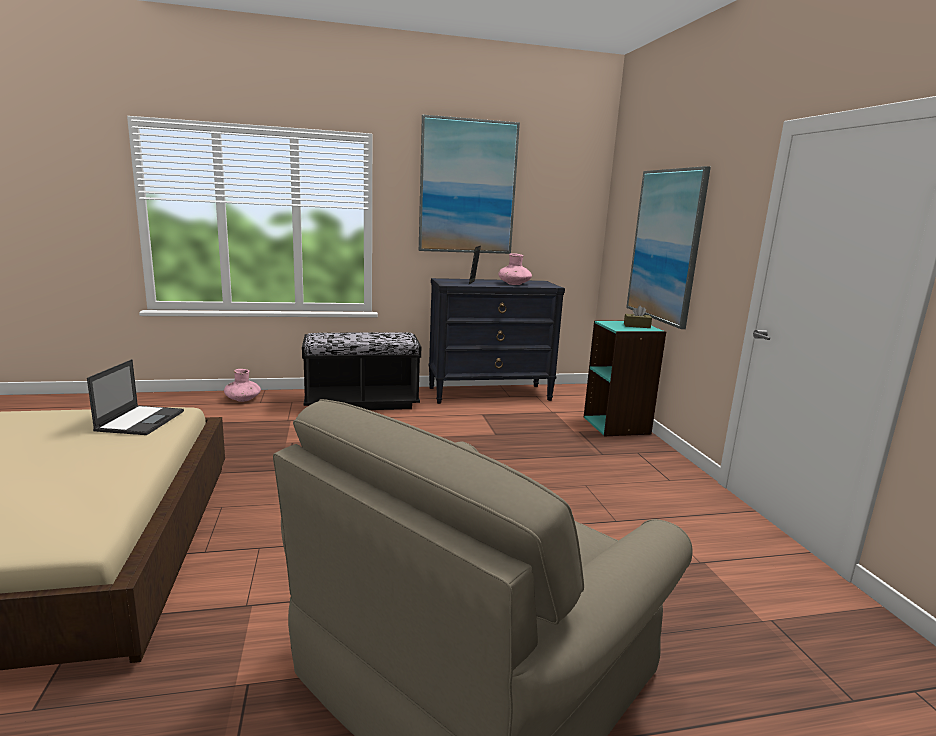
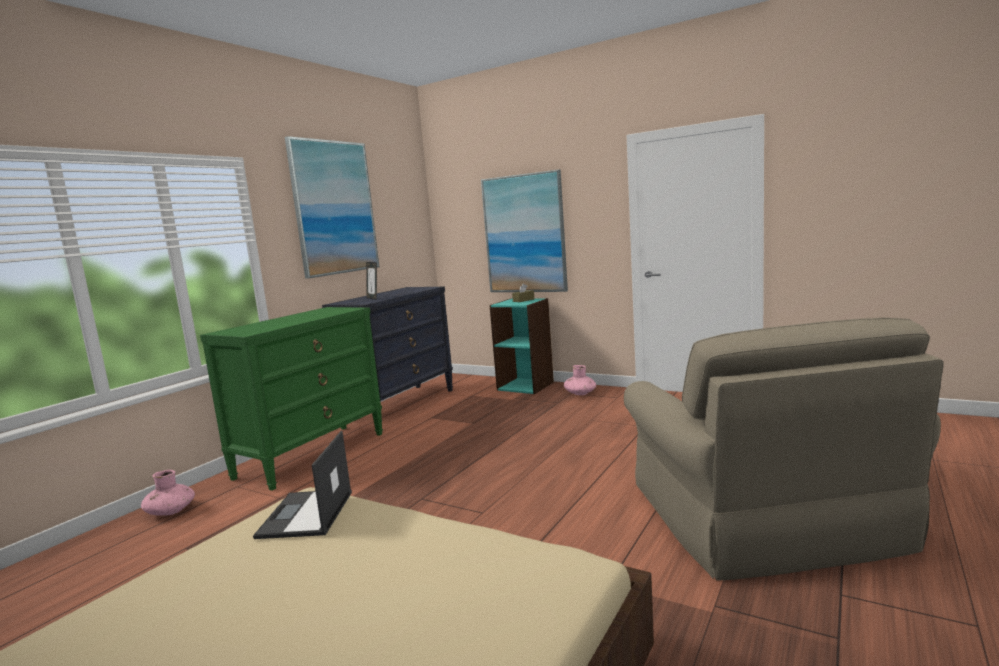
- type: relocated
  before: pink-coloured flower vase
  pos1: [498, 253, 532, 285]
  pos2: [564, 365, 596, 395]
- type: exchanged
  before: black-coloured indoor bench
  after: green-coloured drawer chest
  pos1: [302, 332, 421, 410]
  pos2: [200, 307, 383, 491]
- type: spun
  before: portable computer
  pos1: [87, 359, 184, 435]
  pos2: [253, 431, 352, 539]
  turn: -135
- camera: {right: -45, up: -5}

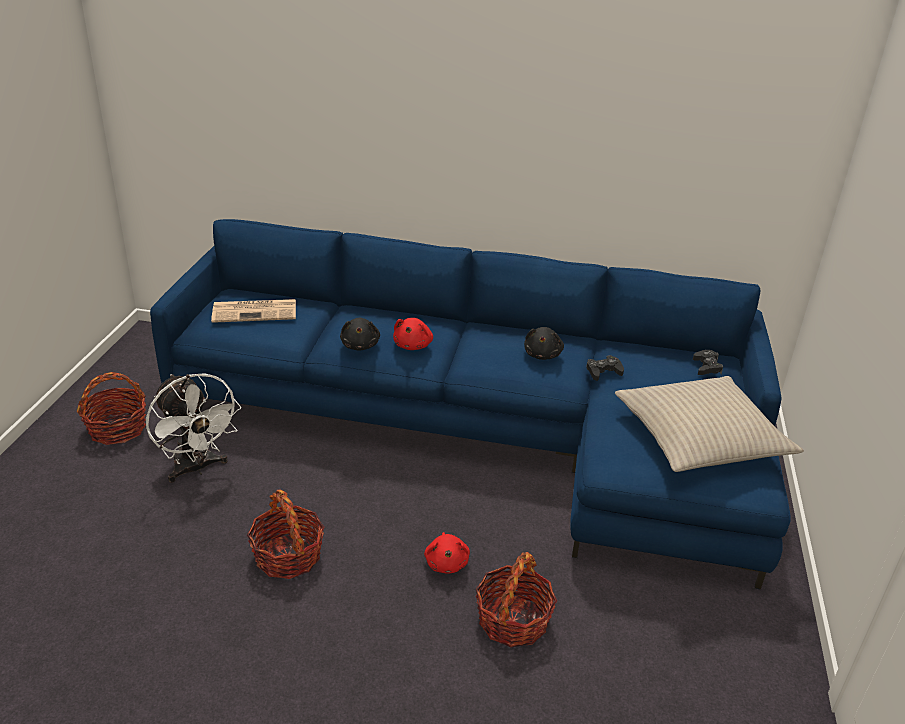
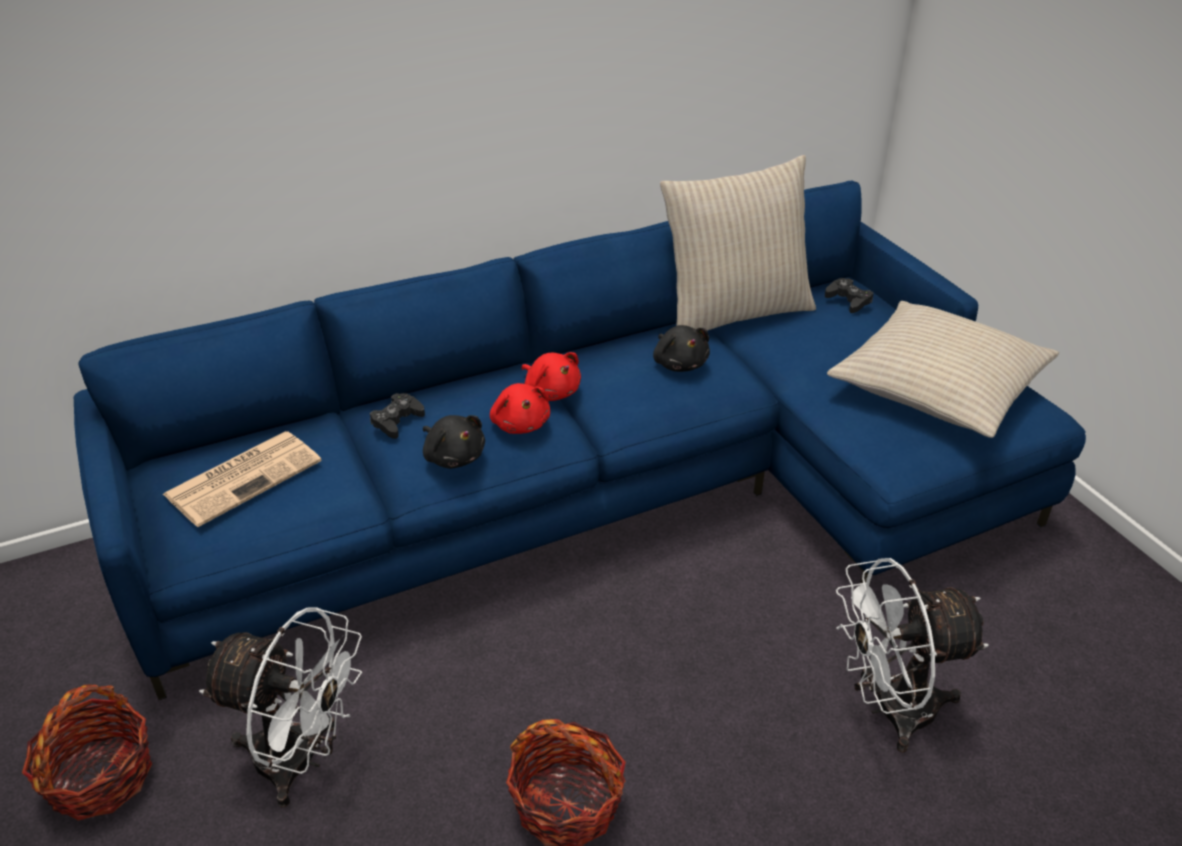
- type: relocated
  before: black-coloured joypad
  pos1: [586, 355, 624, 381]
  pos2: [370, 393, 425, 439]
- type: relocated
  before: reddish soft toy
  pos1: [424, 532, 470, 573]
  pos2: [521, 352, 581, 401]
- type: exchanged
  before: household basket
  after: white electric fan
  pos1: [475, 552, 557, 647]
  pos2: [836, 558, 989, 753]
- type: appeared
  after: beige cushion
  pos2: [660, 155, 816, 331]
- camera: {right: -35, up: 5}

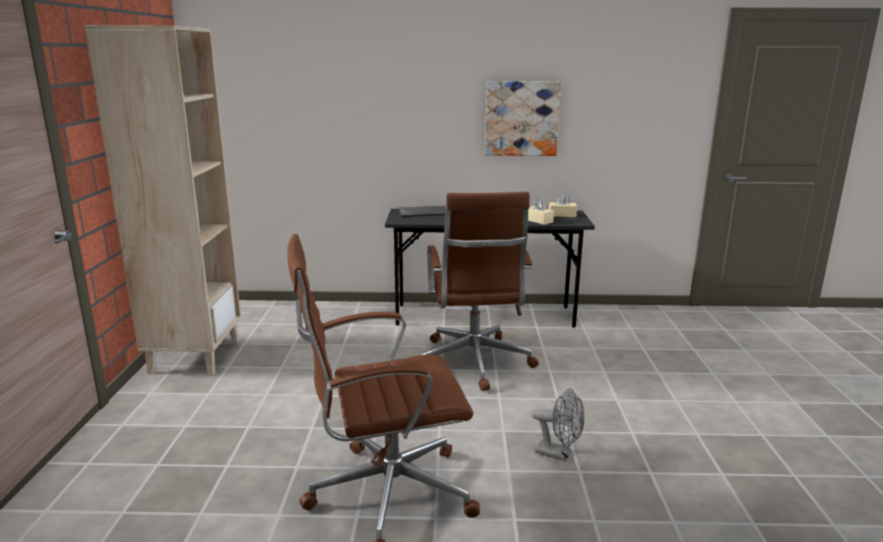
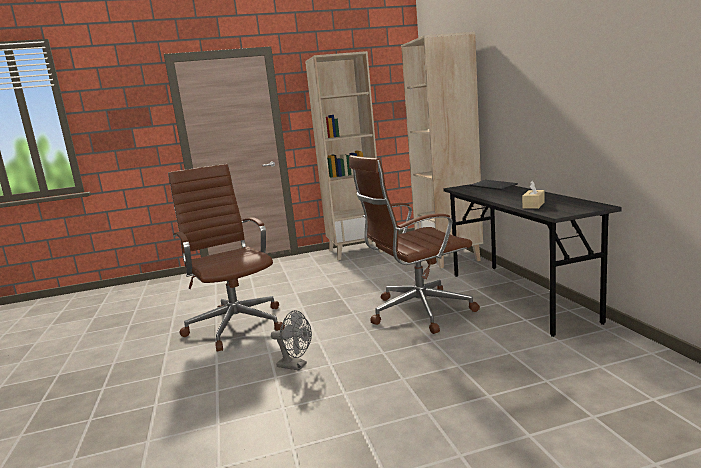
- type: missing
  before: picture
  pos1: [485, 81, 561, 156]
- type: missing
  before: beige box of tissues
  pos1: [549, 194, 577, 217]
- type: spun
  before: gray electric fan
  pos1: [532, 388, 585, 462]
  pos2: [271, 310, 312, 371]
  turn: -75
- type: appeared
  after: beige shelving unit
  pos2: [401, 32, 483, 268]
- camera: {right: 75, up: -5}

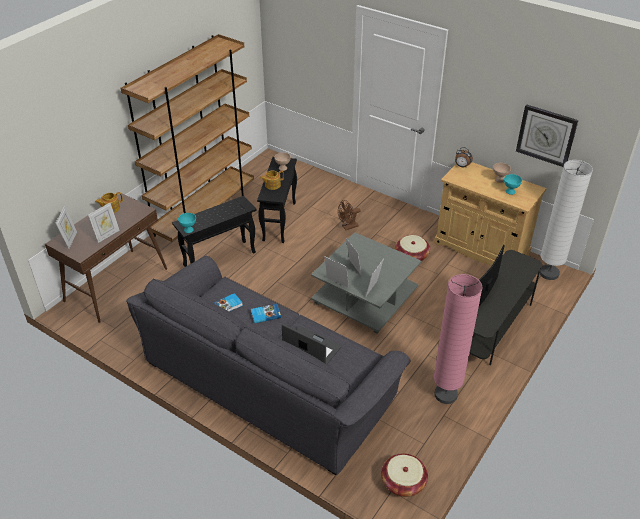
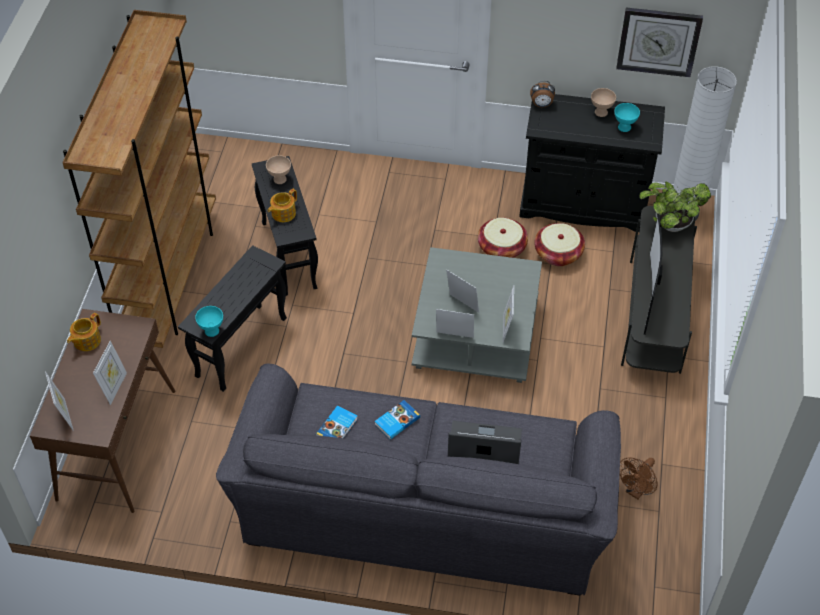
- type: colour
  before: beige cabinet
  after: black-coloured cabinet
  pos1: [434, 162, 547, 265]
  pos2: [520, 94, 665, 232]
- type: relocated
  before: brown electric fan
  pos1: [338, 200, 360, 230]
  pos2: [620, 457, 658, 499]
- type: missing
  before: pink-coloured standard lamp
  pos1: [433, 274, 483, 404]
- type: relocated
  before: household basket
  pos1: [381, 453, 428, 497]
  pos2: [534, 223, 585, 266]
- type: appeared
  after: plant in a pot
  pos2: [640, 182, 711, 232]
- camera: {right: -25, up: 10}

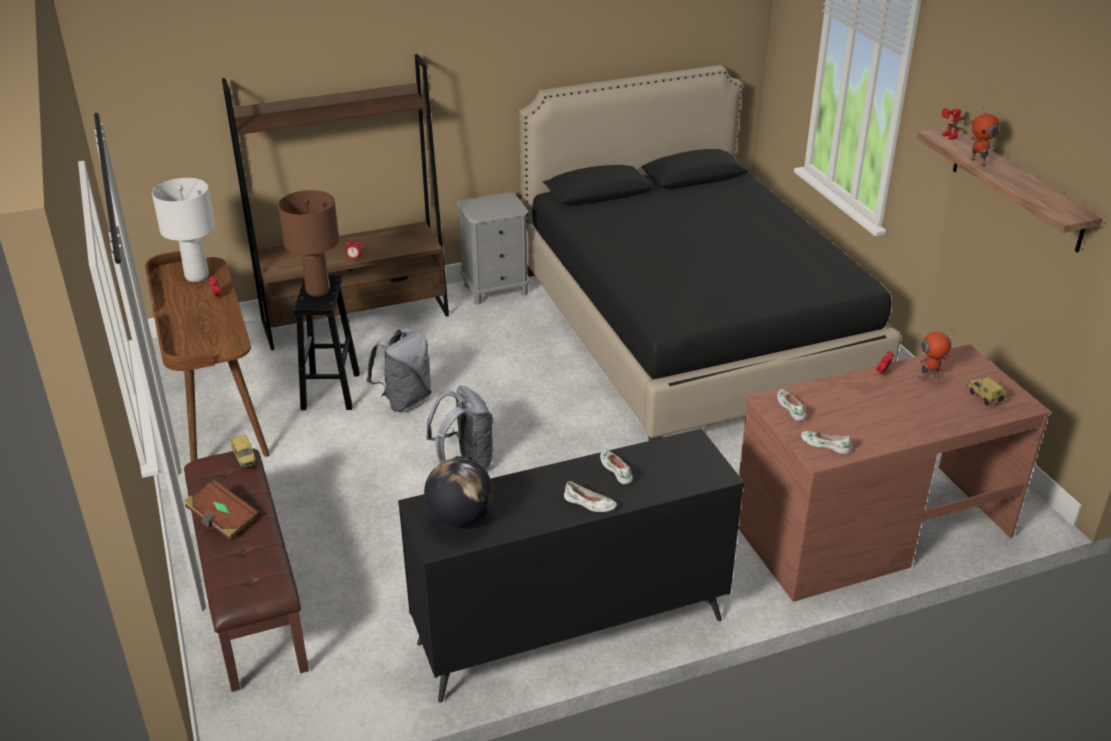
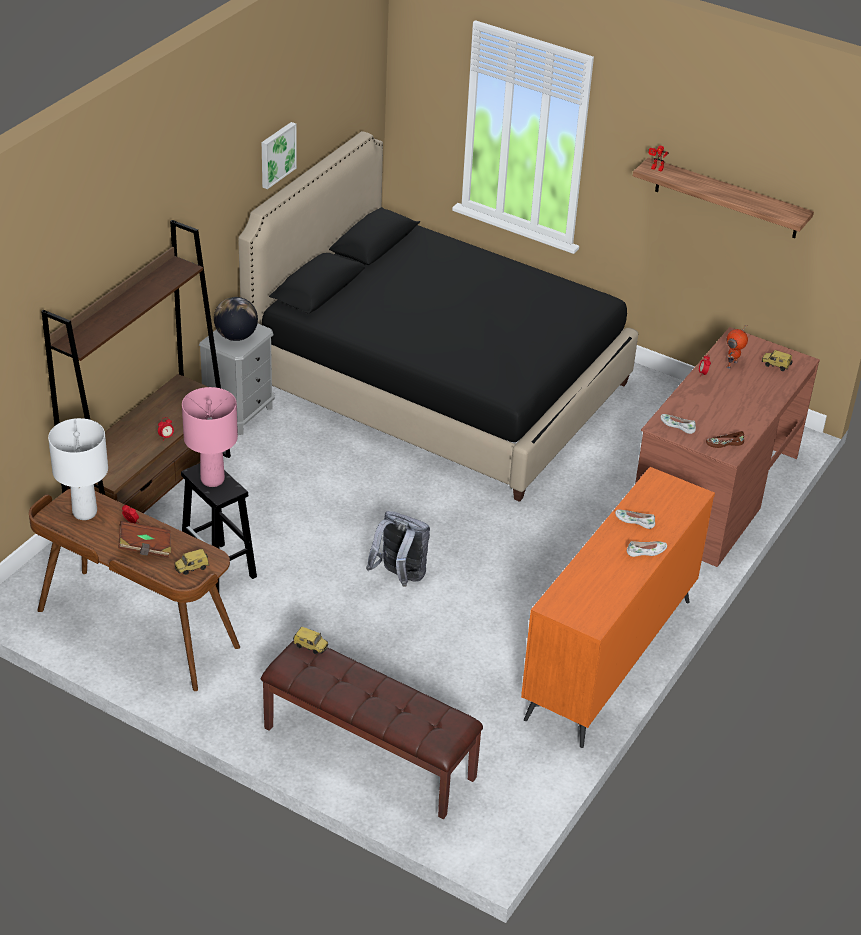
- type: missing
  before: robot figure
  pos1: [969, 105, 1000, 167]
- type: colour
  before: brown tabletop lamp
  after: pink-coloured tabletop lamp
  pos1: [278, 190, 339, 297]
  pos2: [182, 387, 238, 487]
- type: missing
  before: gray backpack
  pos1: [366, 328, 432, 412]
- type: colour
  before: black-coloured drawer chest
  after: orange drawer chest
  pos1: [398, 429, 744, 703]
  pos2: [521, 467, 715, 748]
- type: colour
  before: white shoe
  after: brown shoe
  pos1: [801, 431, 851, 454]
  pos2: [706, 431, 744, 448]
- type: relocated
  before: globe
  pos1: [424, 458, 493, 527]
  pos2: [214, 297, 258, 341]
- type: relocated
  before: brown book
  pos1: [185, 479, 260, 540]
  pos2: [119, 521, 171, 558]
- type: appeared
  after: picture
  pos2: [262, 122, 297, 189]
- type: appeared
  after: toy car
  pos2: [174, 549, 209, 575]
- camera: {right: -40, up: 5}

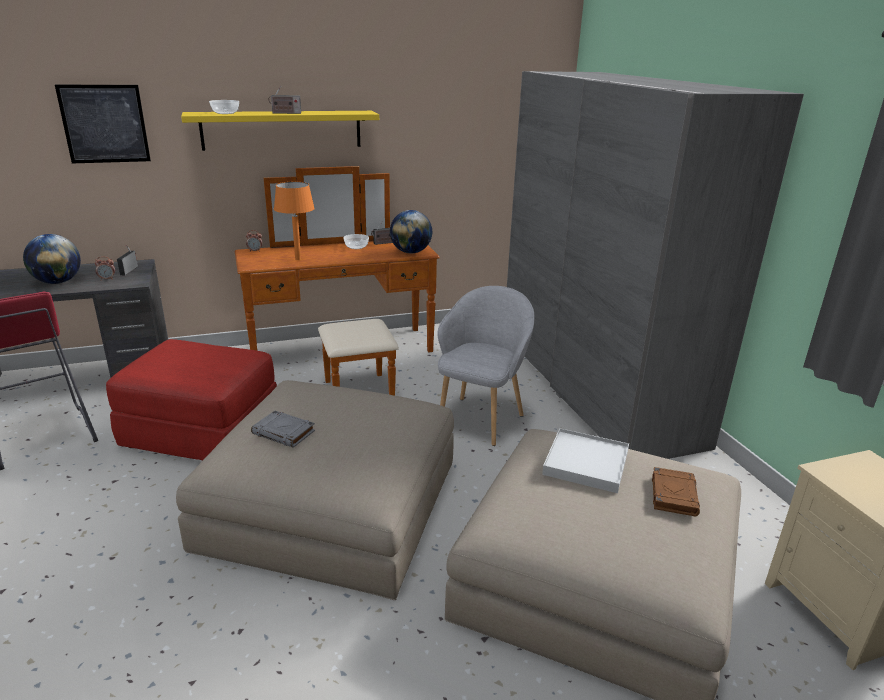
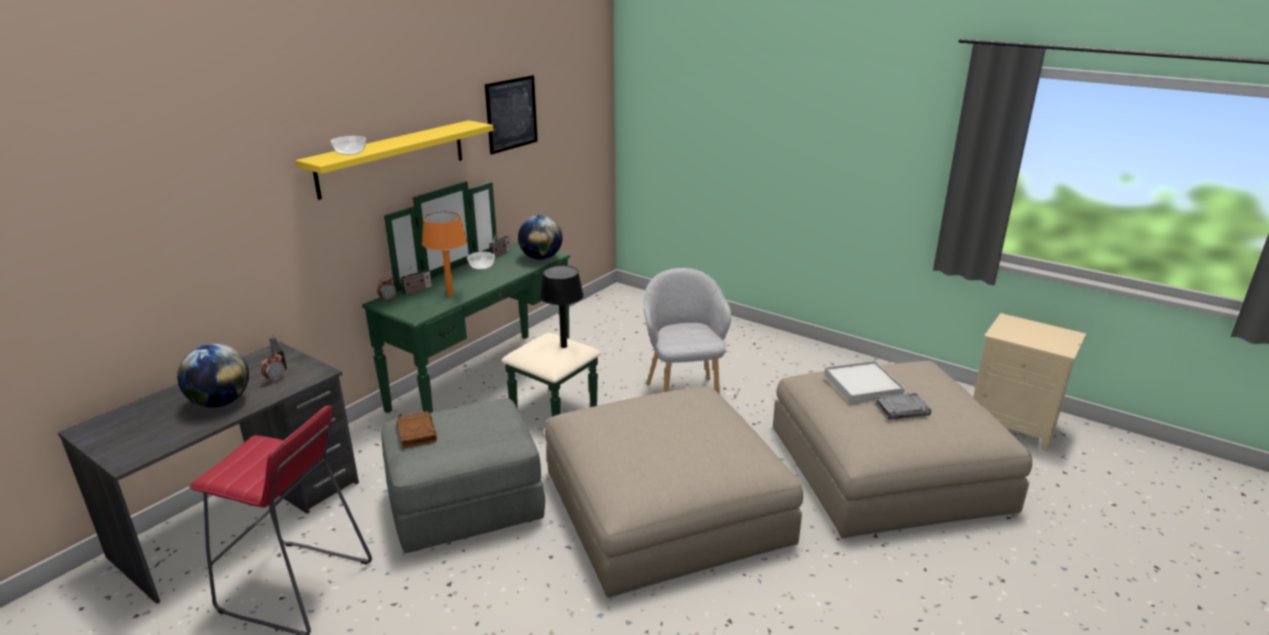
- type: missing
  before: gray clothes cupboard
  pos1: [507, 71, 804, 459]
- type: relocated
  before: picture
  pos1: [55, 85, 151, 163]
  pos2: [485, 75, 538, 155]
- type: relocated
  before: radio set
  pos1: [268, 86, 301, 114]
  pos2: [399, 266, 432, 295]
- type: colour
  before: brown drawer chest
  after: green-coloured drawer chest
  pos1: [235, 166, 440, 396]
  pos2: [362, 181, 601, 417]
- type: colour
  before: reddish ottoman
  after: gray ottoman
  pos1: [106, 339, 277, 460]
  pos2: [381, 398, 545, 553]
- type: relocated
  before: gray book
  pos1: [251, 411, 315, 448]
  pos2: [875, 393, 931, 419]
- type: relocated
  before: brown book
  pos1: [652, 467, 700, 517]
  pos2: [396, 411, 437, 449]
- type: appeared
  after: black-coloured tabletop lamp
  pos2: [540, 265, 584, 348]
- camera: {right: -35, up: 0}

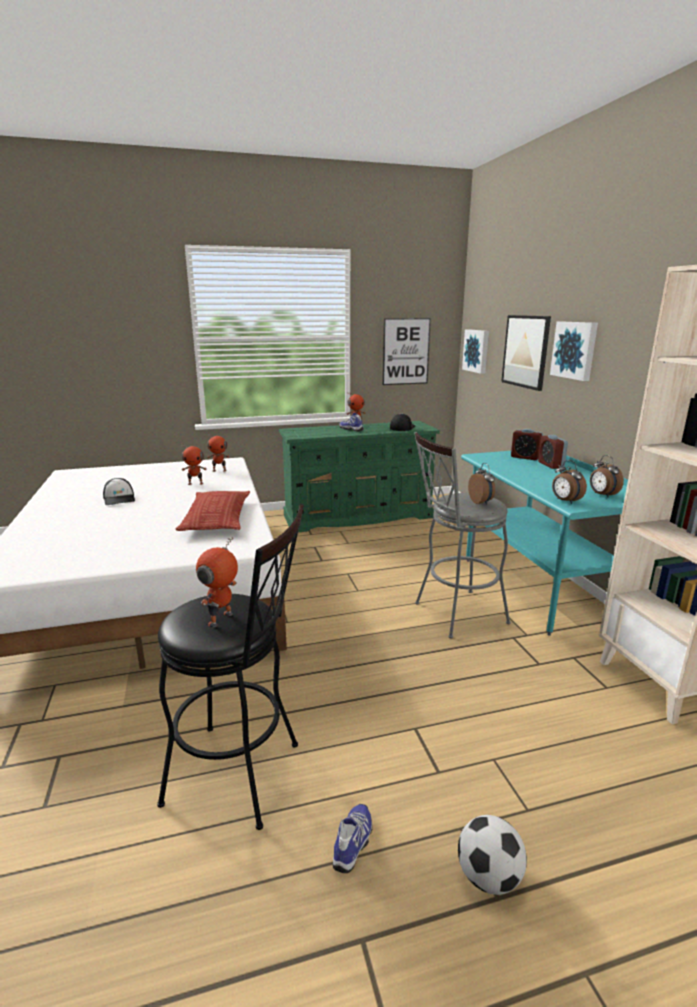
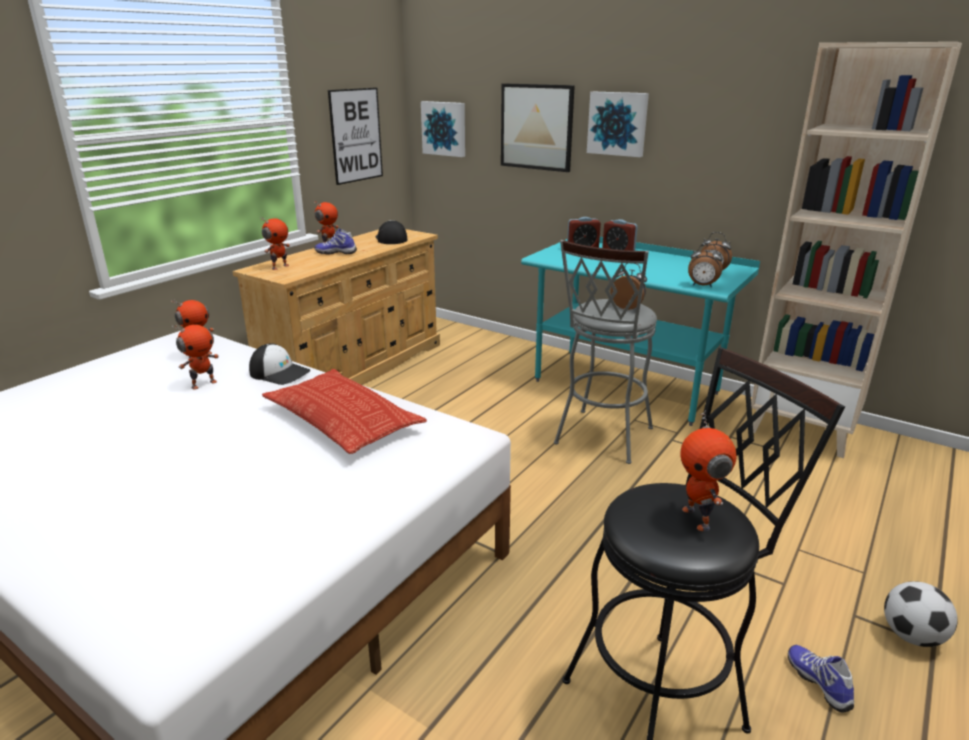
- type: colour
  before: green-coloured drawer chest
  after: beige drawer chest
  pos1: [279, 421, 440, 533]
  pos2: [232, 229, 440, 385]
- type: relocated
  before: peaked cap
  pos1: [103, 478, 135, 505]
  pos2: [249, 343, 310, 385]
- type: appeared
  after: robot figure
  pos2: [260, 217, 290, 270]
- camera: {right: -40, up: 5}

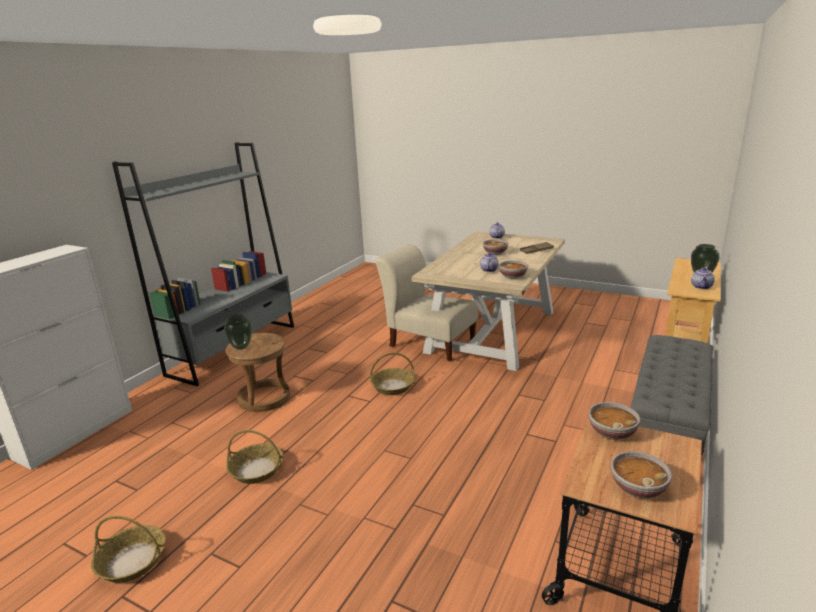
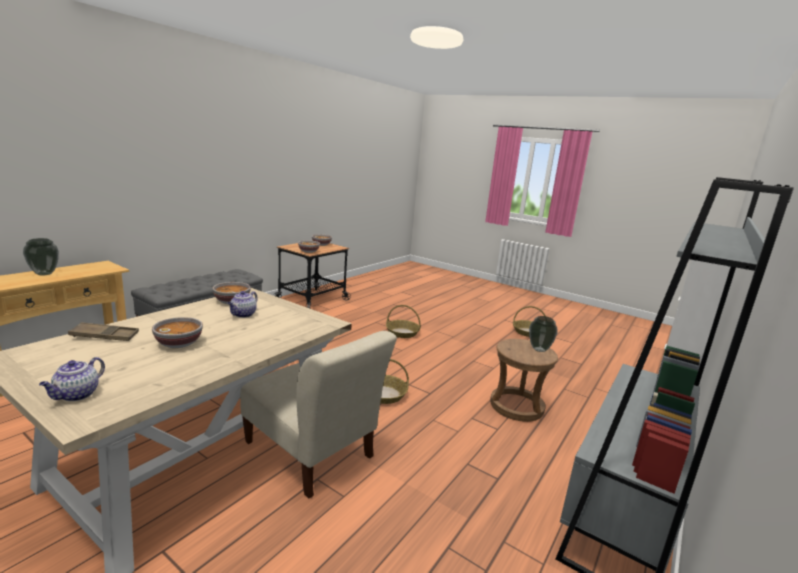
- type: missing
  before: tea pot
  pos1: [691, 267, 715, 289]
- type: relocated
  before: household basket
  pos1: [226, 430, 283, 484]
  pos2: [386, 305, 421, 338]
- camera: {right: -175, up: -5}

